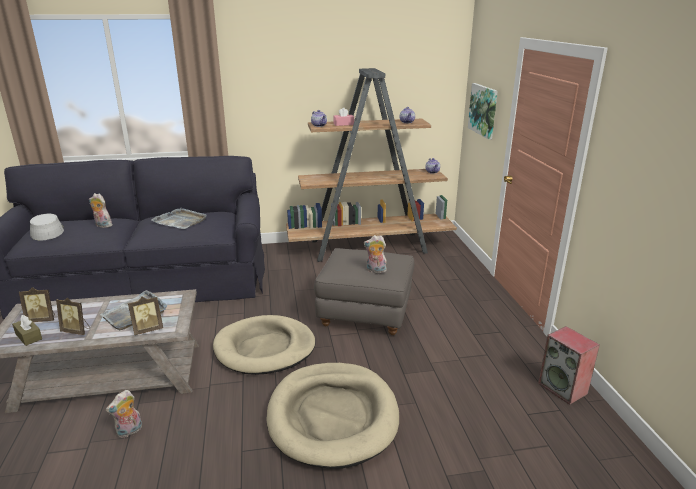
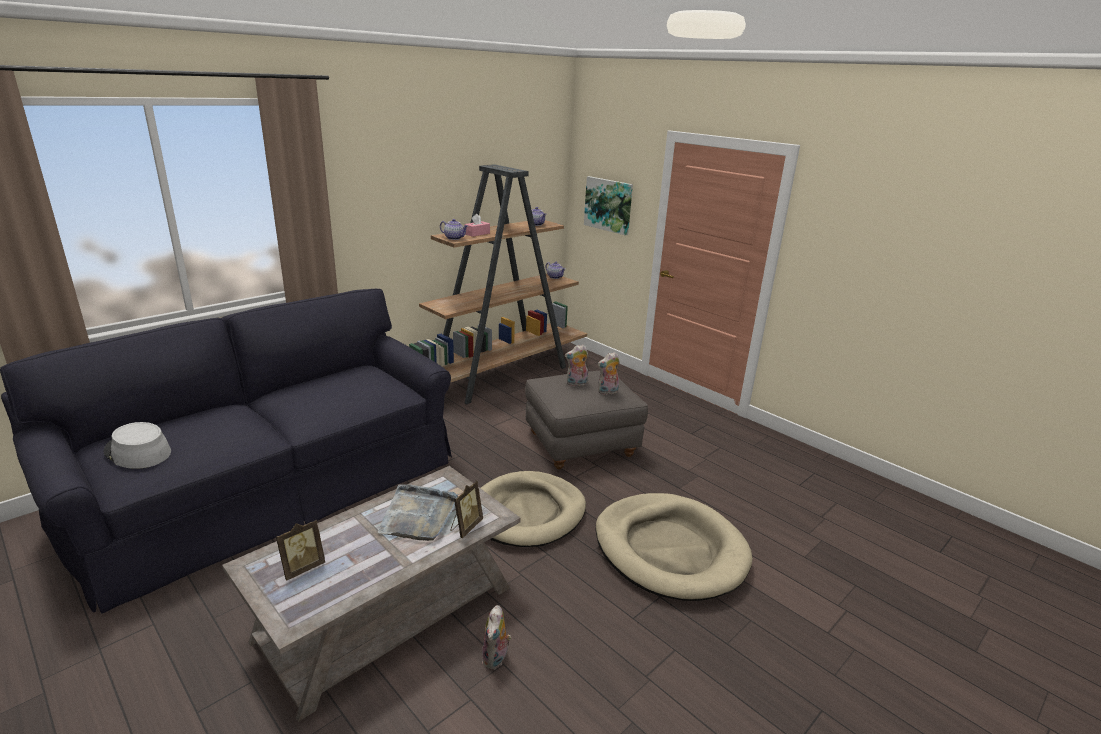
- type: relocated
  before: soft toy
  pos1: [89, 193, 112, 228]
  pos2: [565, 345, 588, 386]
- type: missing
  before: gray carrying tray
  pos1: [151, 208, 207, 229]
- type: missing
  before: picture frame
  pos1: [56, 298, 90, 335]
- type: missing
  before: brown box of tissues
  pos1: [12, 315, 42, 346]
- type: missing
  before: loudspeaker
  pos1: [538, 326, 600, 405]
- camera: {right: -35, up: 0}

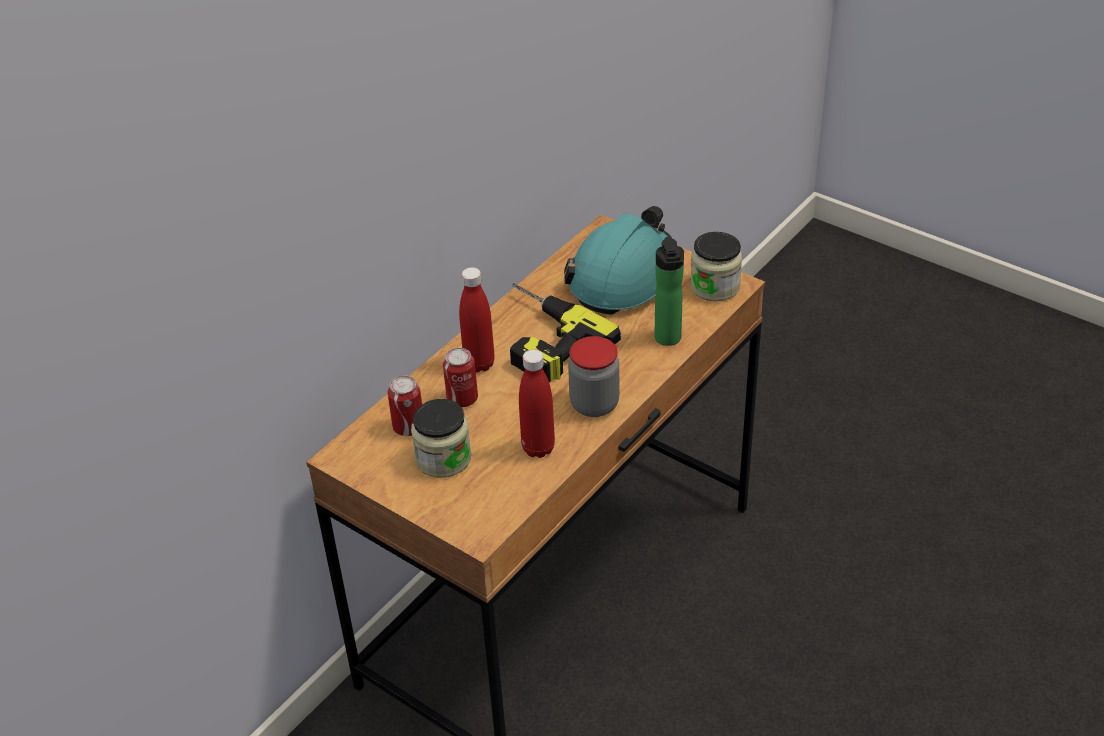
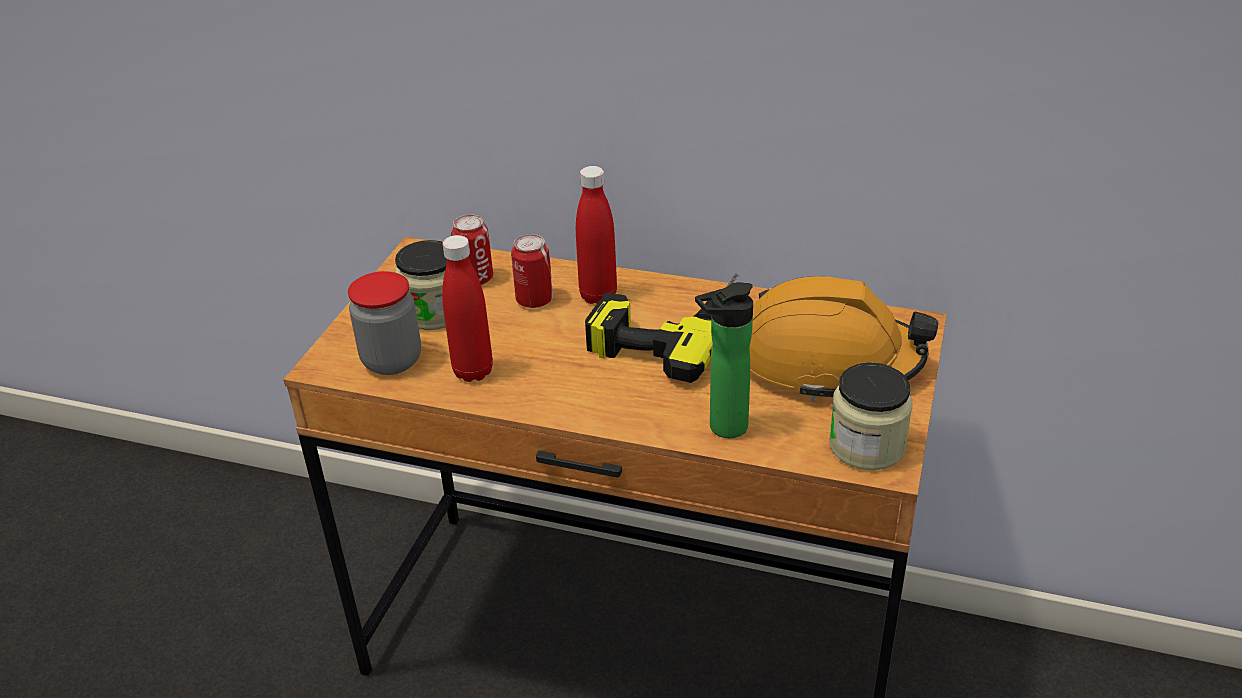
- type: colour
  before: turquoise-coloured safety helmet
  after: orange safety helmet
  pos1: [564, 206, 673, 315]
  pos2: [749, 276, 938, 401]
- type: relocated
  before: storage jar
  pos1: [568, 336, 619, 417]
  pos2: [348, 271, 421, 375]
- camera: {right: 70, up: -5}

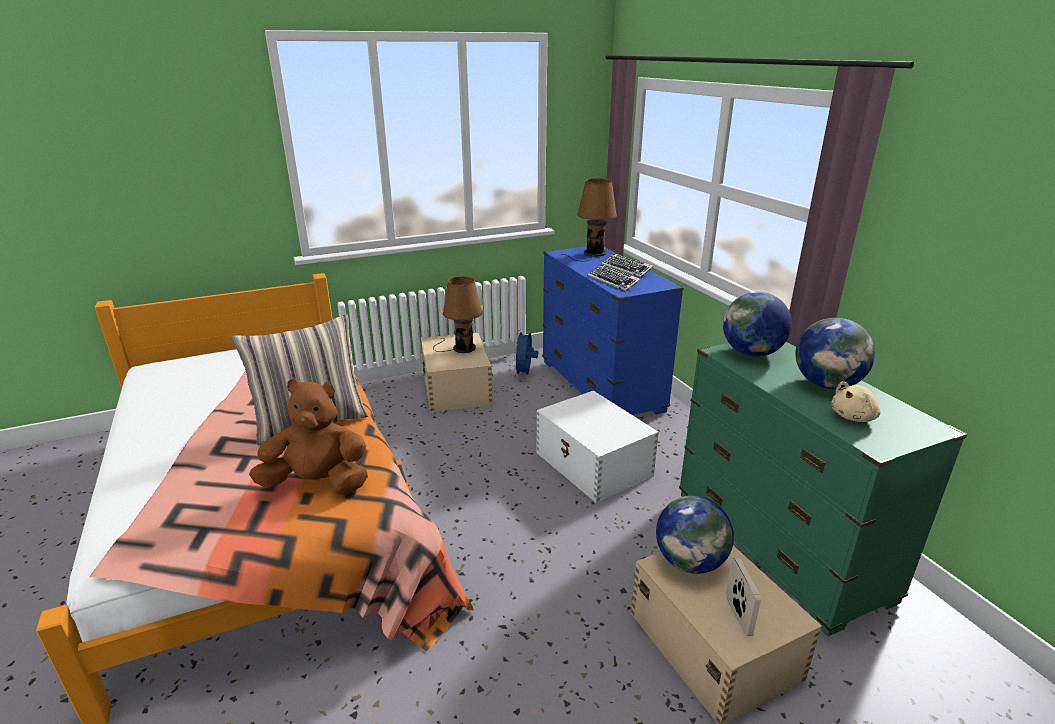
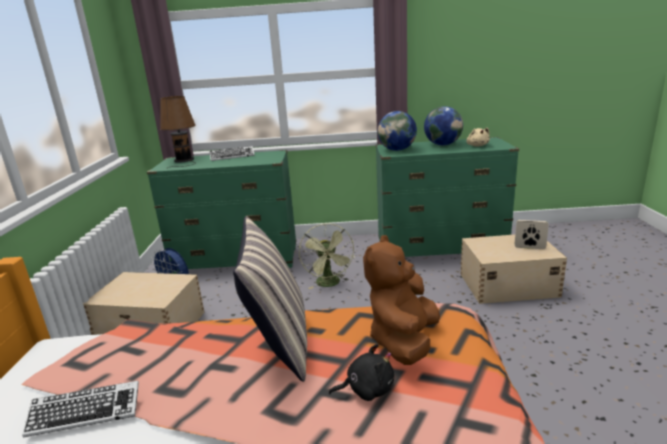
- type: colour
  before: blue-coloured drawer chest
  after: green-coloured drawer chest
  pos1: [542, 246, 684, 415]
  pos2: [147, 150, 296, 274]
- type: relocated
  before: computer keyboard
  pos1: [588, 264, 641, 291]
  pos2: [22, 381, 139, 438]
- type: missing
  before: brown tabletop lamp
  pos1: [433, 276, 483, 353]
- type: exchanged
  before: white storage box
  after: green-coloured electric fan
  pos1: [536, 390, 659, 503]
  pos2: [299, 223, 355, 289]
- type: missing
  before: globe
  pos1: [656, 496, 734, 574]
- type: appeared
  after: black-coloured soft toy
  pos2: [329, 344, 394, 401]
- camera: {right: -65, up: -5}

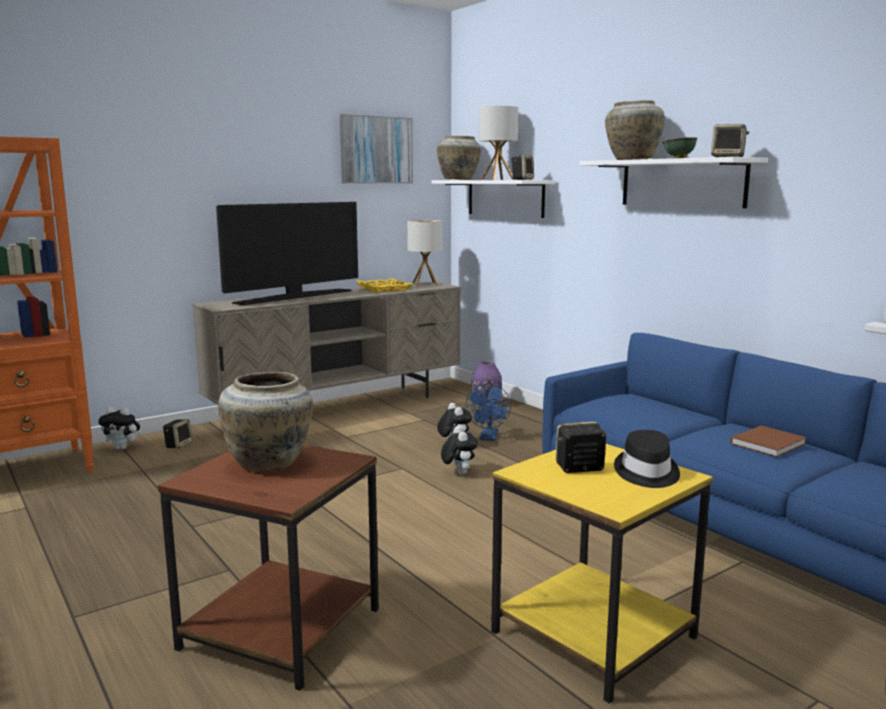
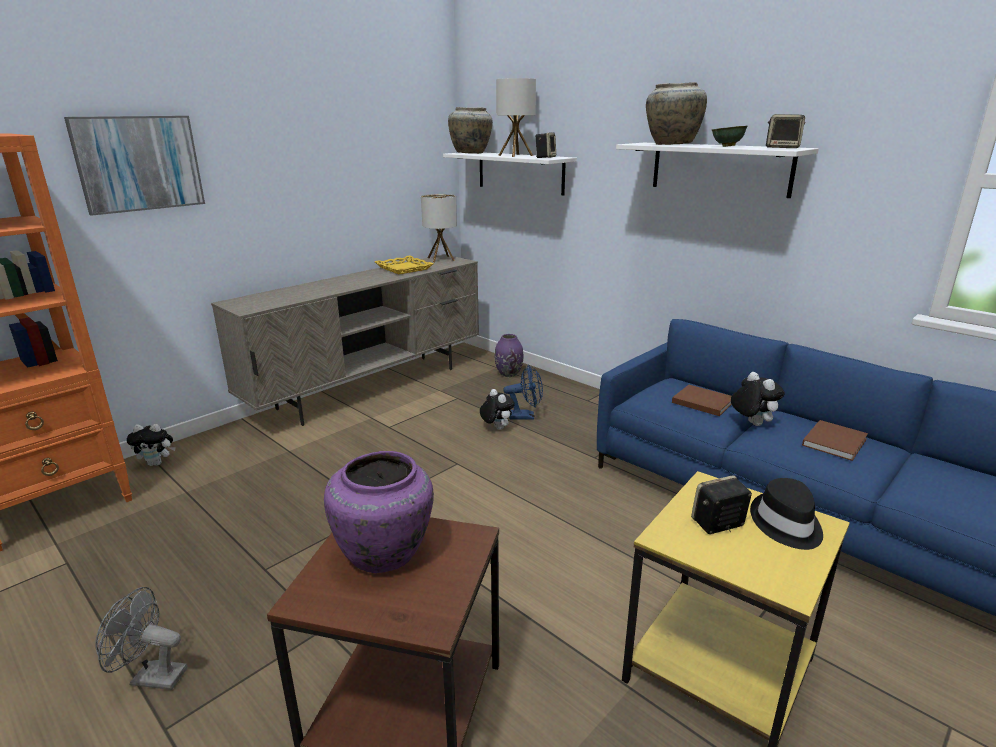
- type: relocated
  before: picture
  pos1: [340, 114, 413, 184]
  pos2: [64, 116, 205, 216]
- type: missing
  before: TV
  pos1: [216, 202, 358, 305]
- type: colour
  before: beige flower vase
  after: purplish flower vase
  pos1: [218, 372, 313, 471]
  pos2: [324, 451, 434, 573]
- type: spun
  before: blue-coloured electric fan
  pos1: [465, 383, 511, 441]
  pos2: [503, 365, 543, 420]
  turn: -90
- type: missing
  before: loudspeaker
  pos1: [163, 419, 192, 449]
- type: relocated
  before: soft toy
  pos1: [441, 426, 478, 475]
  pos2: [731, 372, 785, 426]
- type: appeared
  after: brown book
  pos2: [672, 385, 732, 416]
- type: appeared
  after: gray electric fan
  pos2: [95, 587, 187, 690]
- camera: {right: -10, up: 10}

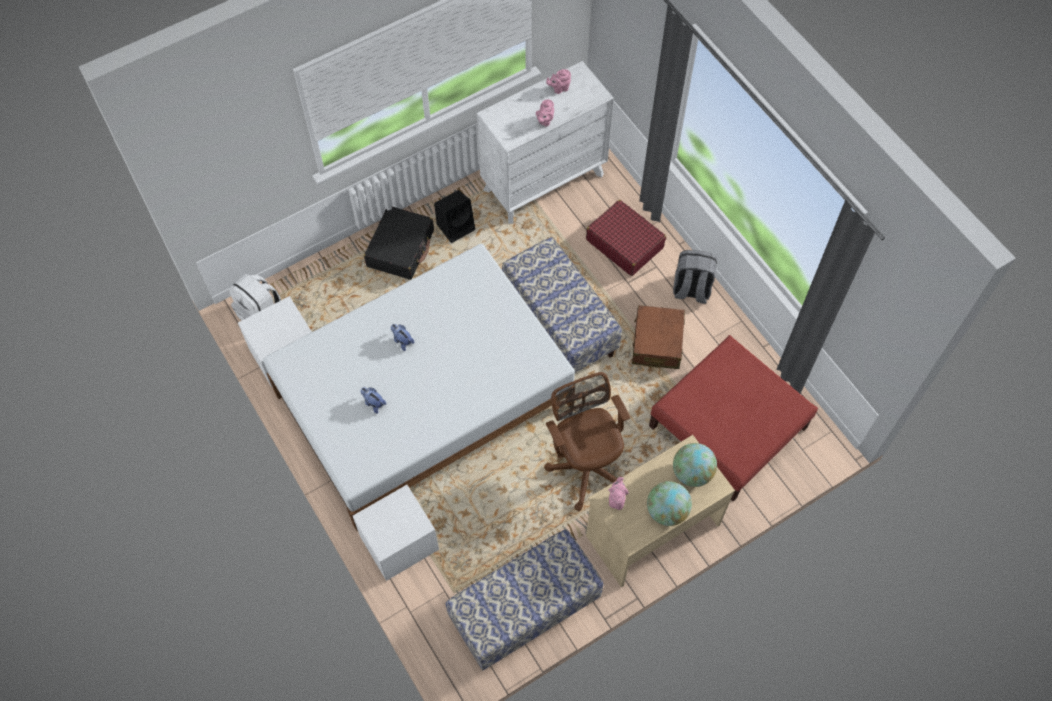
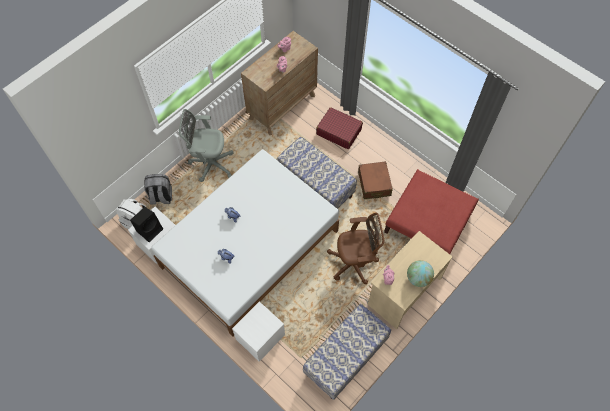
- type: colour
  before: white drawer chest
  after: brown drawer chest
  pos1: [477, 61, 614, 224]
  pos2: [241, 31, 318, 135]
- type: relocated
  before: black-coloured loudspeaker
  pos1: [434, 190, 475, 243]
  pos2: [130, 207, 163, 242]
- type: exchanged
  before: black-coloured travel case
  after: gray computer chair
  pos1: [364, 207, 434, 280]
  pos2: [179, 109, 233, 182]
- type: relocated
  before: gray backpack
  pos1: [673, 250, 717, 304]
  pos2: [144, 174, 172, 205]
- type: spun
  before: brown computer chair
  pos1: [544, 372, 630, 511]
  pos2: [327, 213, 385, 284]
  turn: 120
- type: missing
  before: globe
  pos1: [673, 443, 717, 487]
- camera: {right: -15, up: 0}

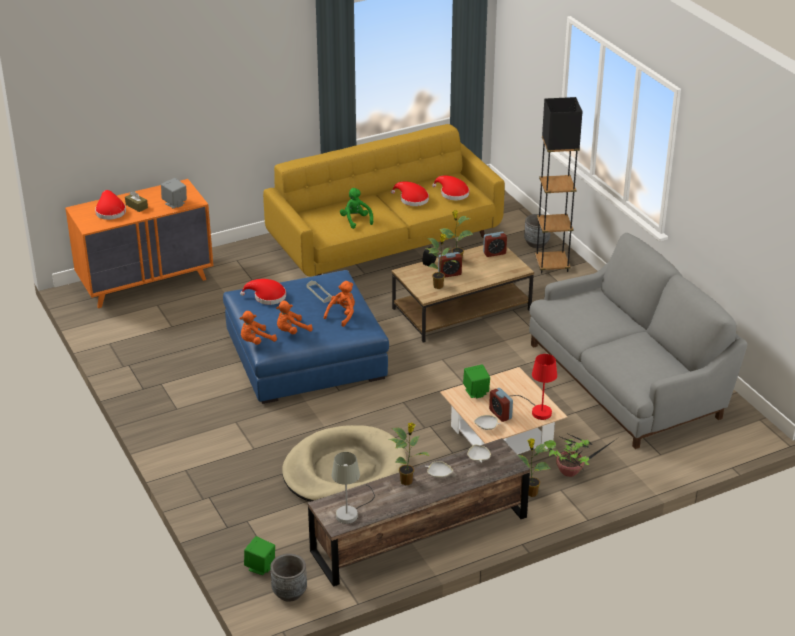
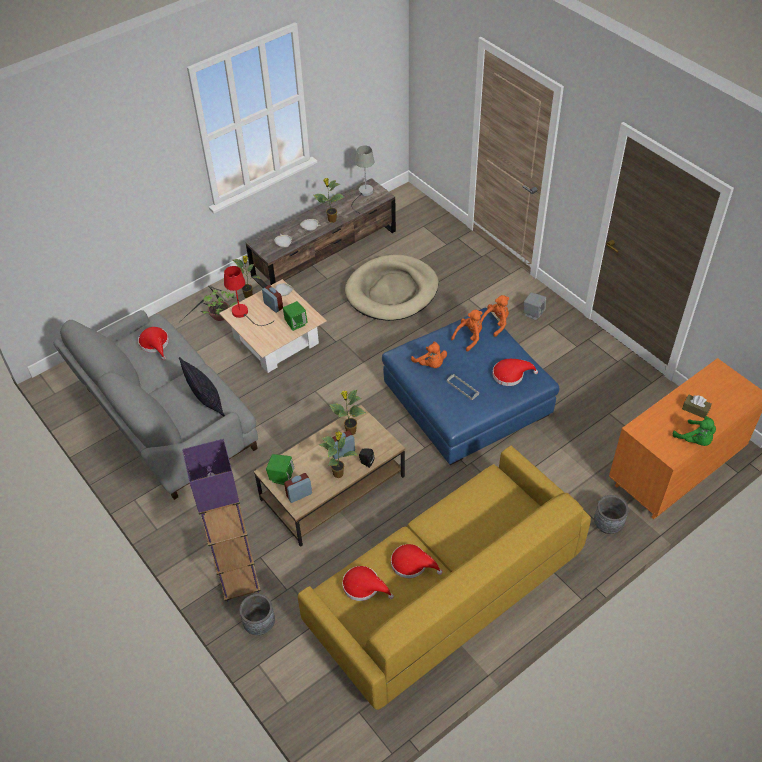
- type: colour
  before: black-coloured standard lamp
  after: purplish standard lamp
  pos1: [535, 97, 583, 273]
  pos2: [182, 439, 261, 601]
- type: relocated
  before: gray loudspeaker
  pos1: [161, 178, 187, 209]
  pos2: [524, 292, 546, 320]
- type: relocated
  before: green-coloured soft toy
  pos1: [340, 188, 373, 229]
  pos2: [673, 416, 716, 446]
- type: relocated
  before: reddish hat
  pos1: [95, 190, 126, 220]
  pos2: [138, 327, 169, 361]
- type: spun
  before: orange soft toy
  pos1: [324, 281, 355, 327]
  pos2: [411, 341, 447, 368]
  turn: -60
- type: relocated
  before: green-coloured loudspeaker
  pos1: [244, 536, 275, 575]
  pos2: [266, 454, 294, 485]
- type: relocated
  before: gray flower pot
  pos1: [270, 554, 307, 602]
  pos2: [594, 495, 629, 534]
- type: appeared
  after: cushion
  pos2: [179, 357, 225, 417]
- camera: {right: 170, up: 15}

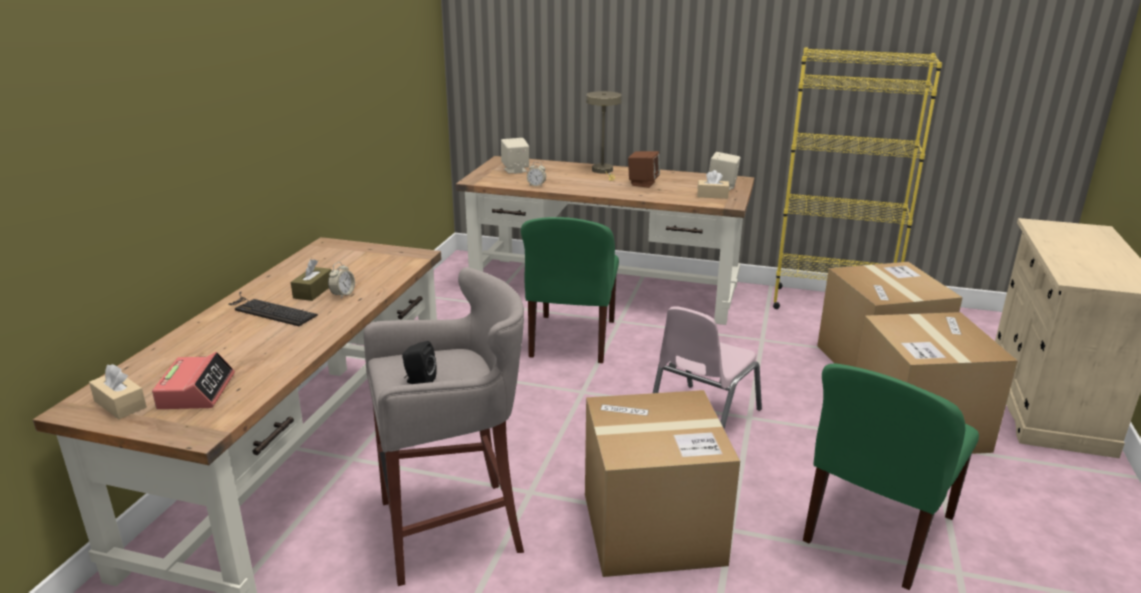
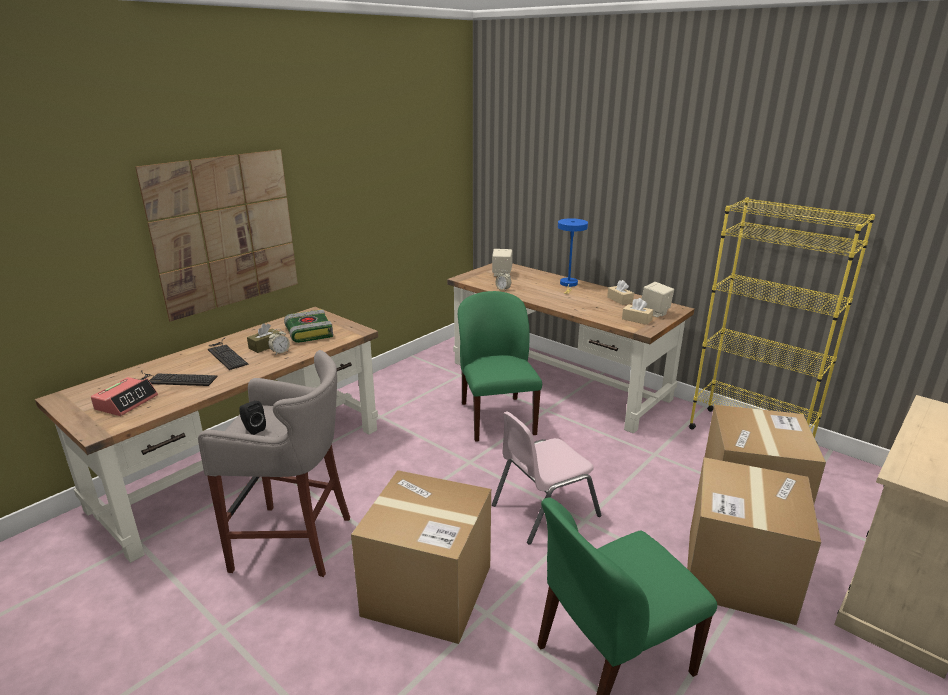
- type: colour
  before: beige tabletop lamp
  after: blue-coloured tabletop lamp
  pos1: [586, 91, 622, 181]
  pos2: [558, 218, 588, 294]
- type: missing
  before: brown loudspeaker
  pos1: [628, 151, 660, 188]
- type: spun
  before: green-coloured plain chair
  pos1: [521, 217, 619, 363]
  pos2: [458, 291, 542, 442]
  turn: 135
- type: relocated
  before: beige box of tissues
  pos1: [89, 364, 147, 419]
  pos2: [607, 280, 634, 305]
- type: appeared
  after: picture
  pos2: [135, 150, 298, 322]
- type: appeared
  after: book
  pos2: [284, 309, 333, 343]
- type: appeared
  after: computer keyboard
  pos2: [140, 370, 218, 386]
- camera: {right: 25, up: 0}

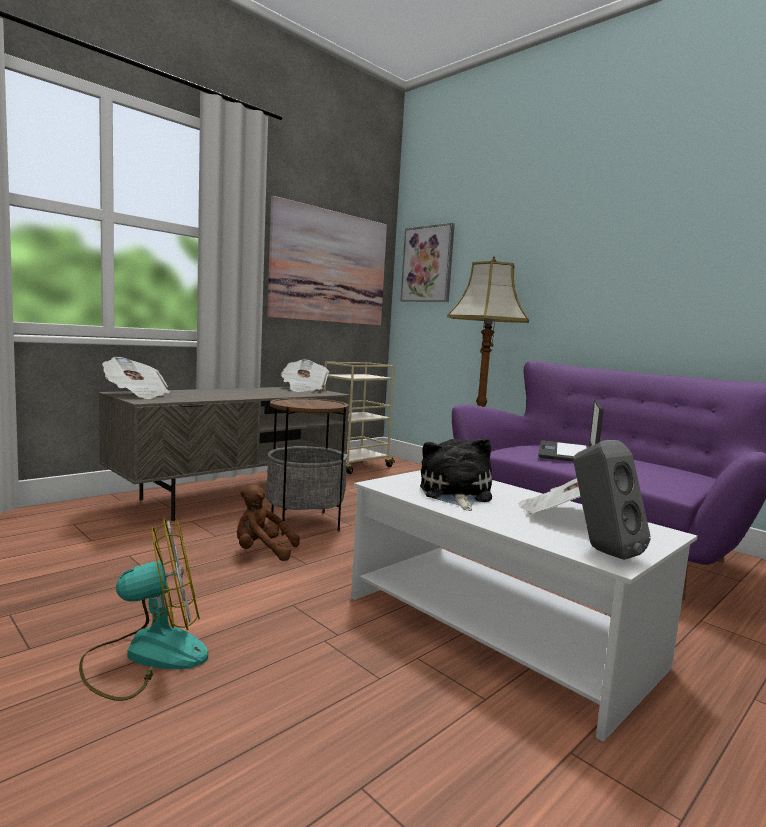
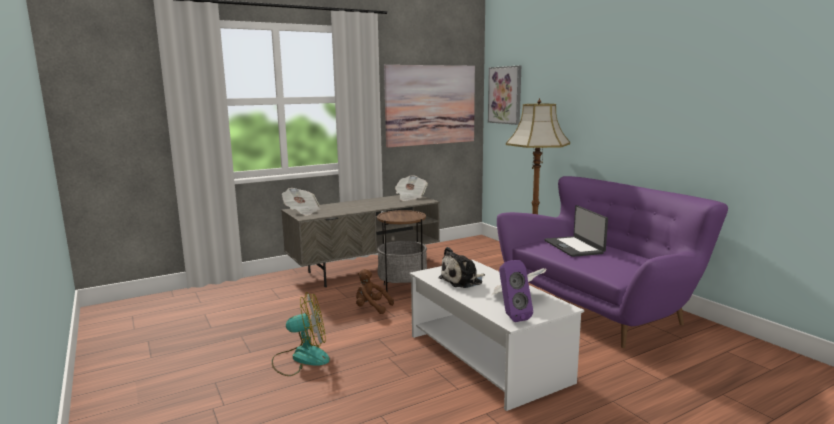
- type: missing
  before: beige wheeled cart
  pos1: [324, 362, 395, 474]
- type: spun
  before: portable computer
  pos1: [538, 400, 603, 462]
  pos2: [544, 205, 608, 257]
  turn: -45
- type: spun
  before: soft toy
  pos1: [420, 438, 492, 511]
  pos2: [438, 247, 485, 288]
  turn: -135
- type: colour
  before: gray loudspeaker
  after: purplish loudspeaker
  pos1: [574, 440, 651, 560]
  pos2: [499, 260, 533, 322]
- camera: {right: 15, up: 5}

